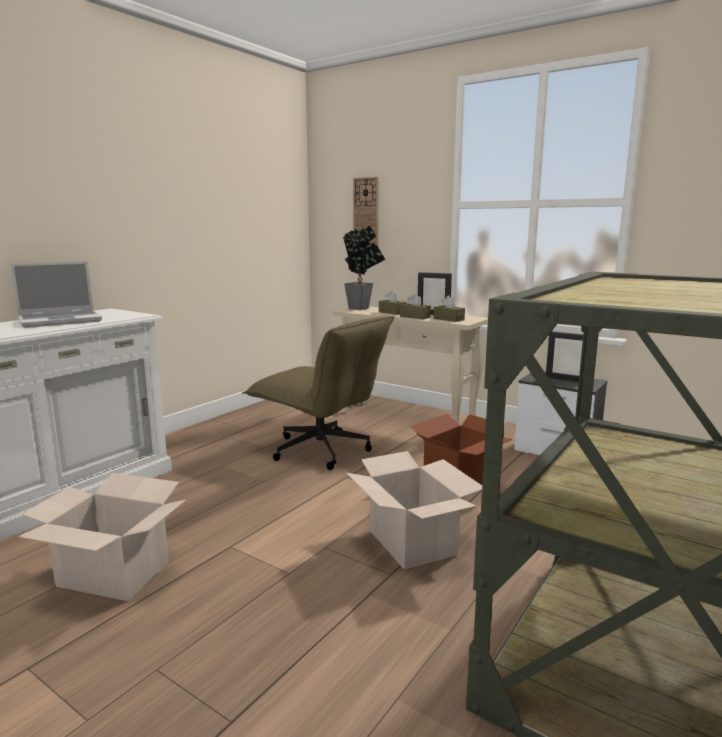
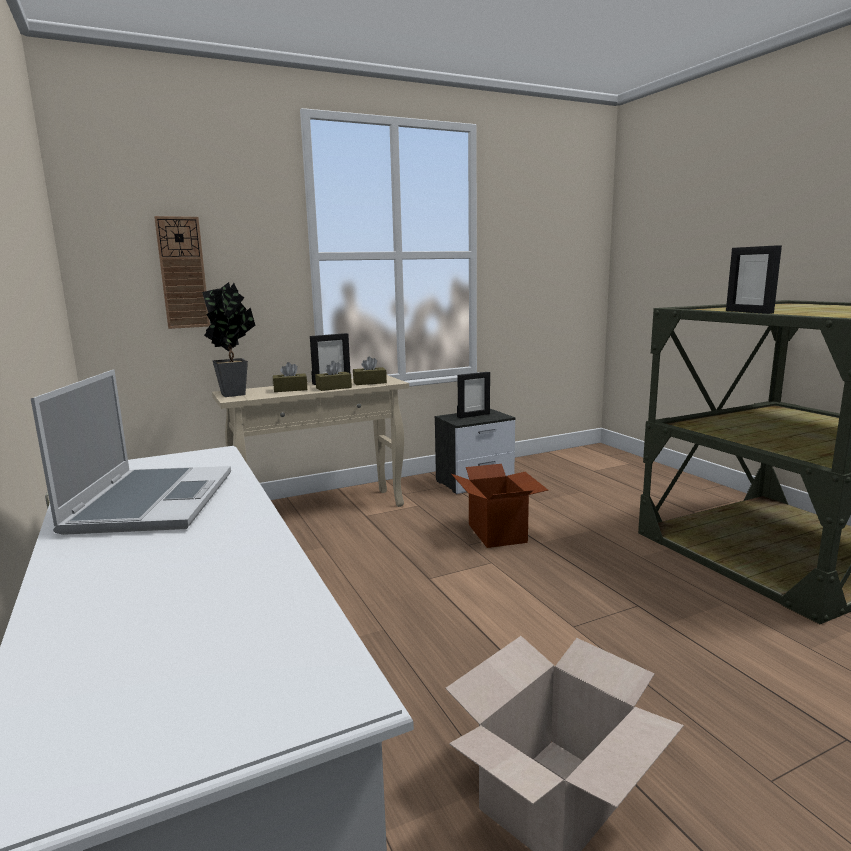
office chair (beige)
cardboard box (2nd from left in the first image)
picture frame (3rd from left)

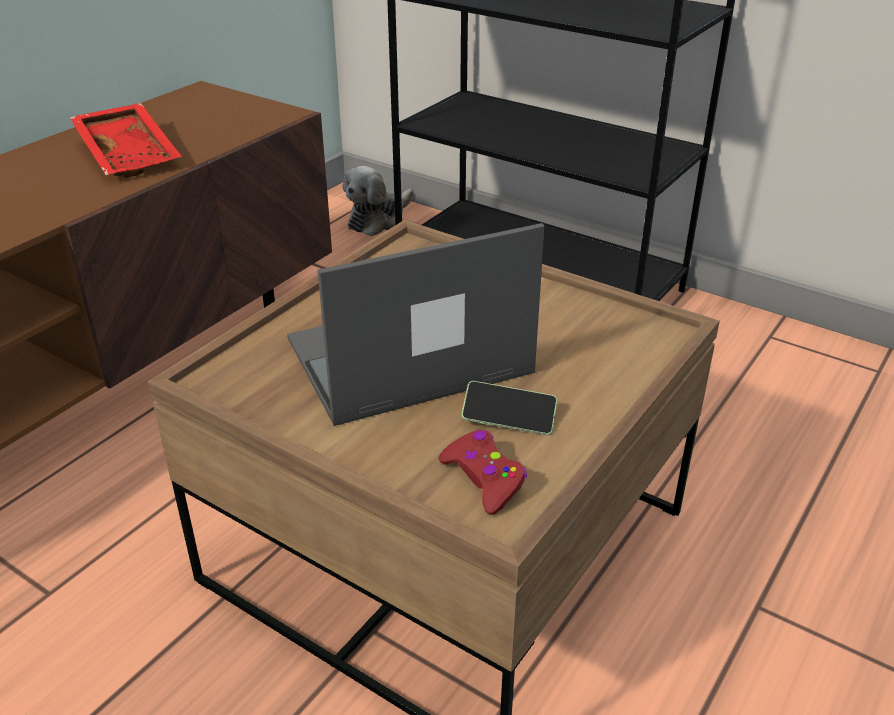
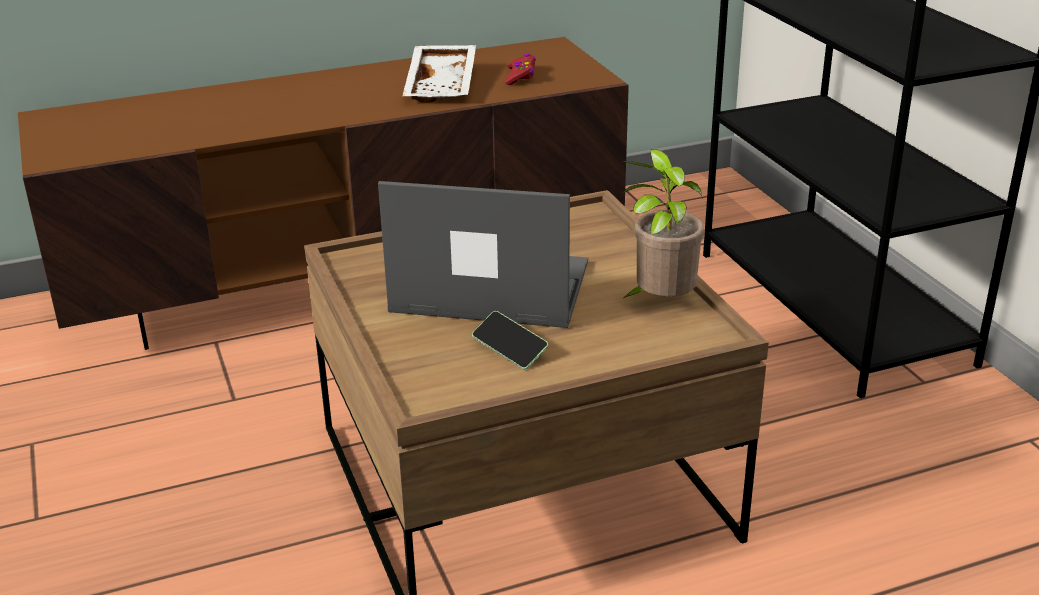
tray (white)
plush toy
game controller (red)
potted plant

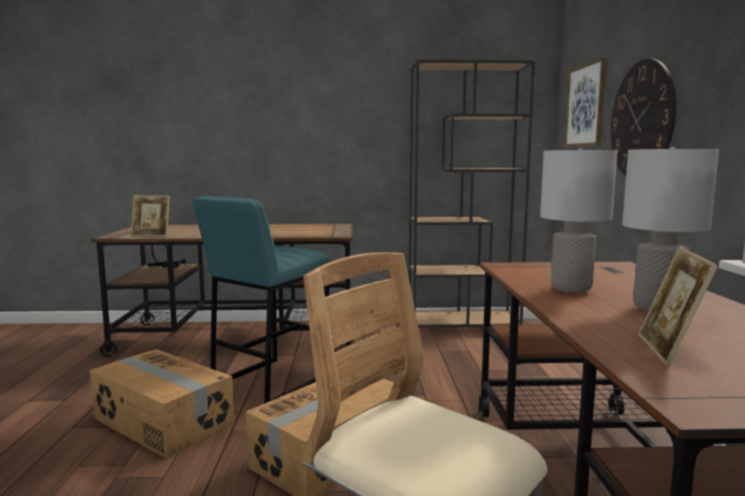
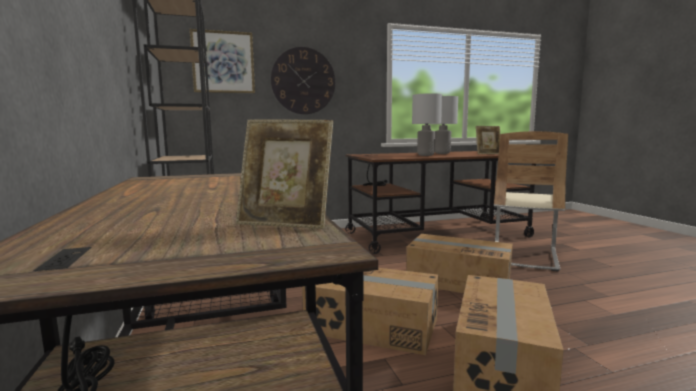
picture frame (1st from left)
cardboard box (1st from left)

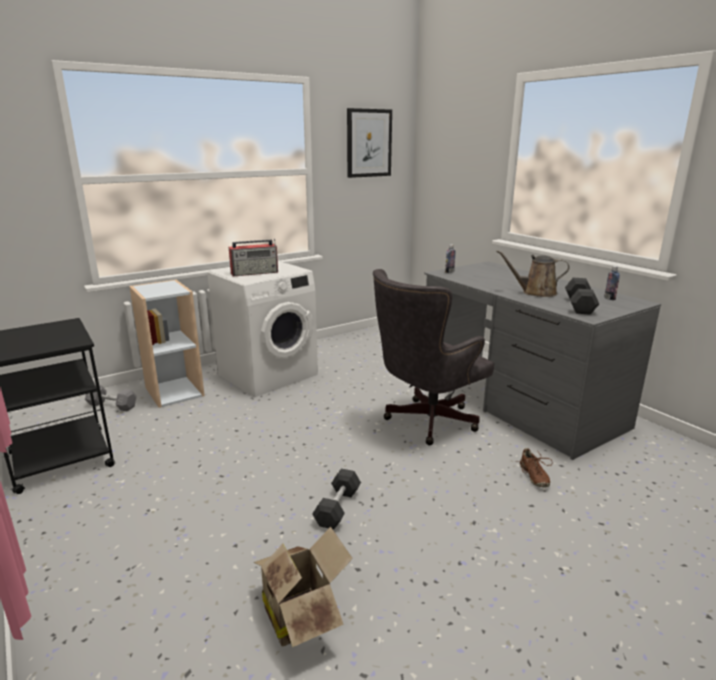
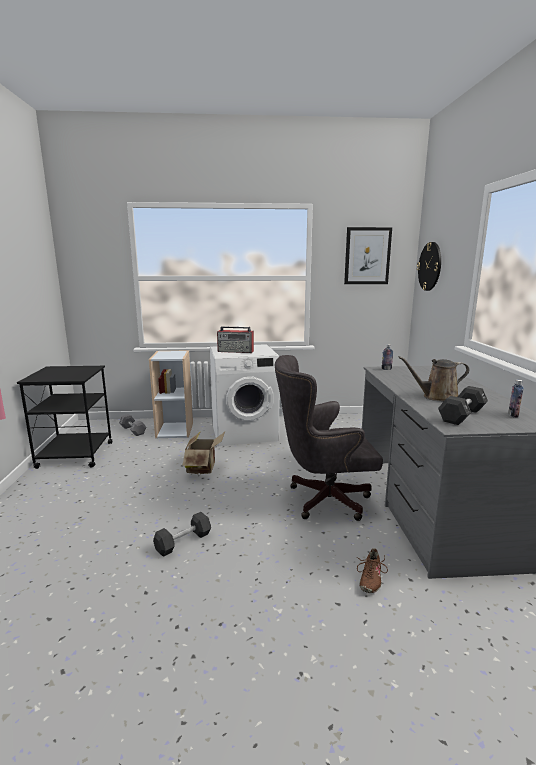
cardboard box
watering can (brown)
wall clock

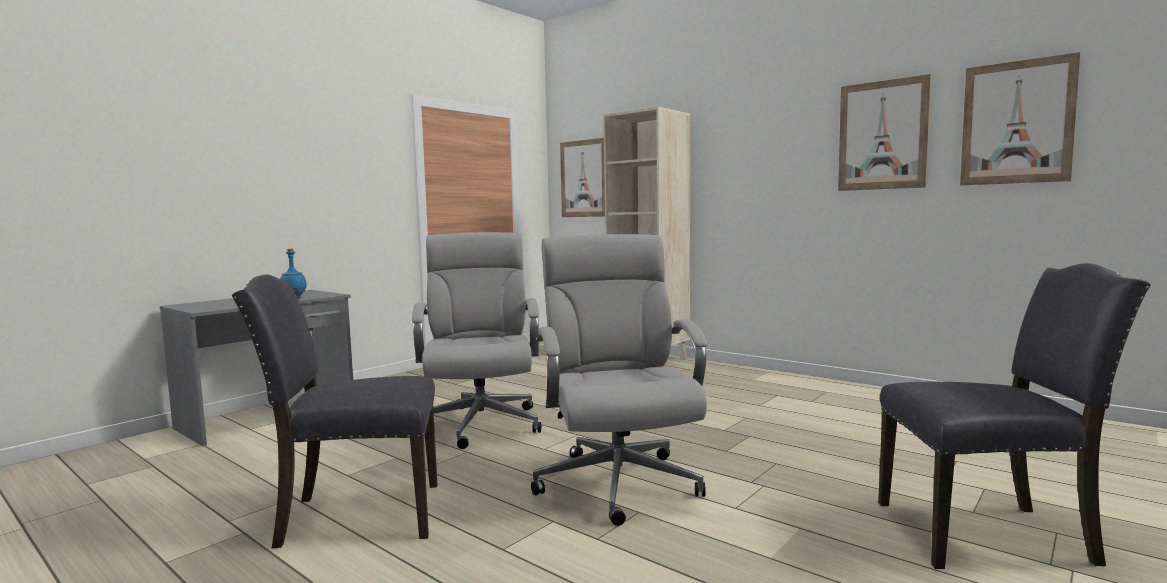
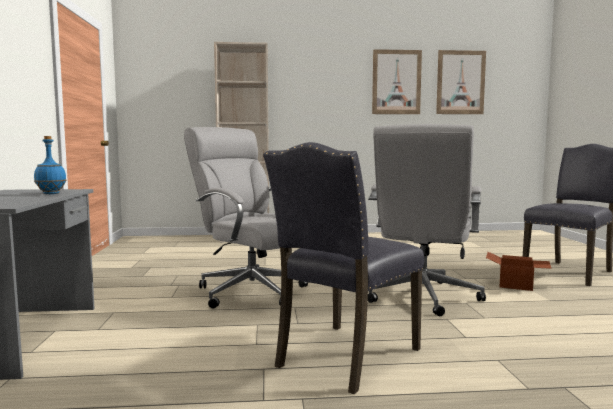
office chair (grey) (2nd from left)
picture (1st from left in the first image)
cardboard box

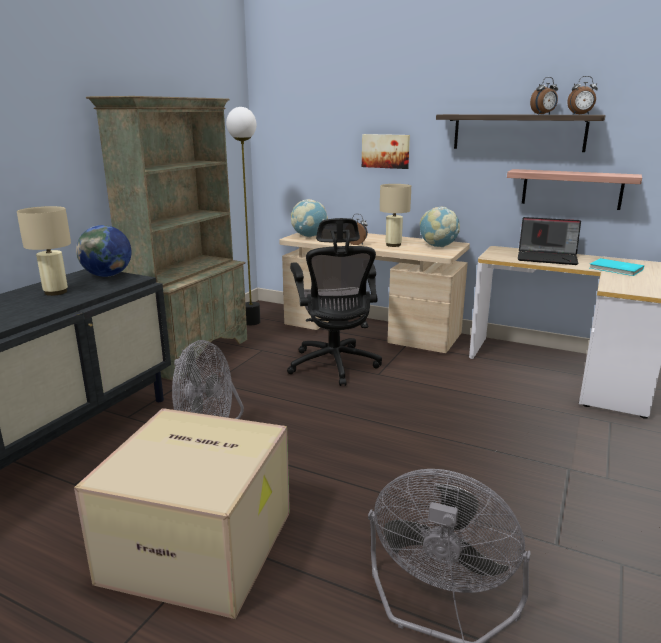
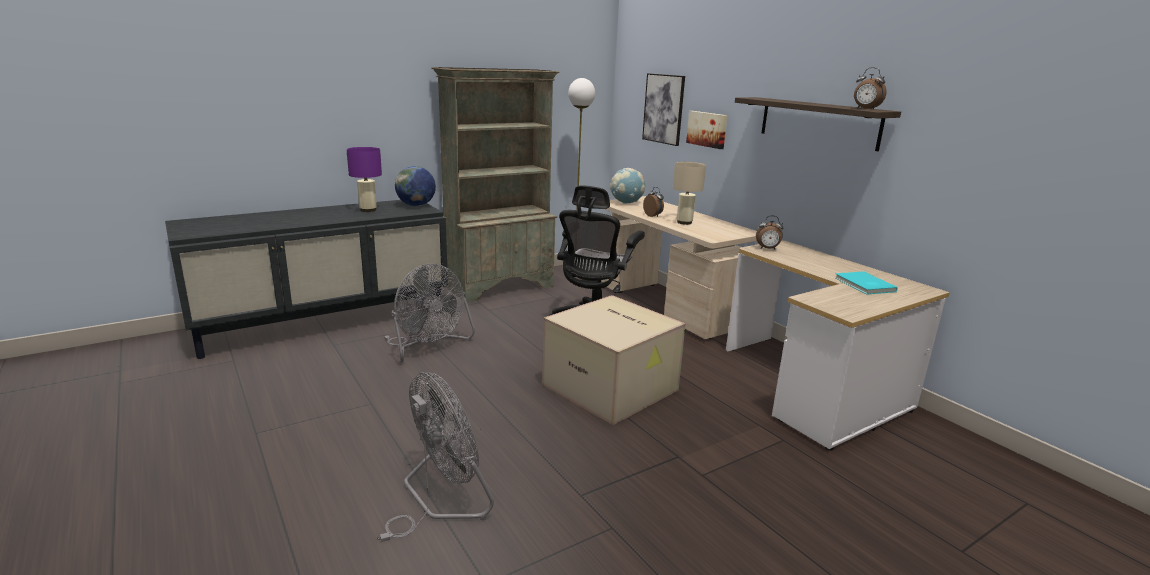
table lamp (purple)
cardboard box
globe (3rd from left in the first image)
shelf (2nd from left in the first image)
laptop
alarm clock (2nd from left)
picture (1st from left)

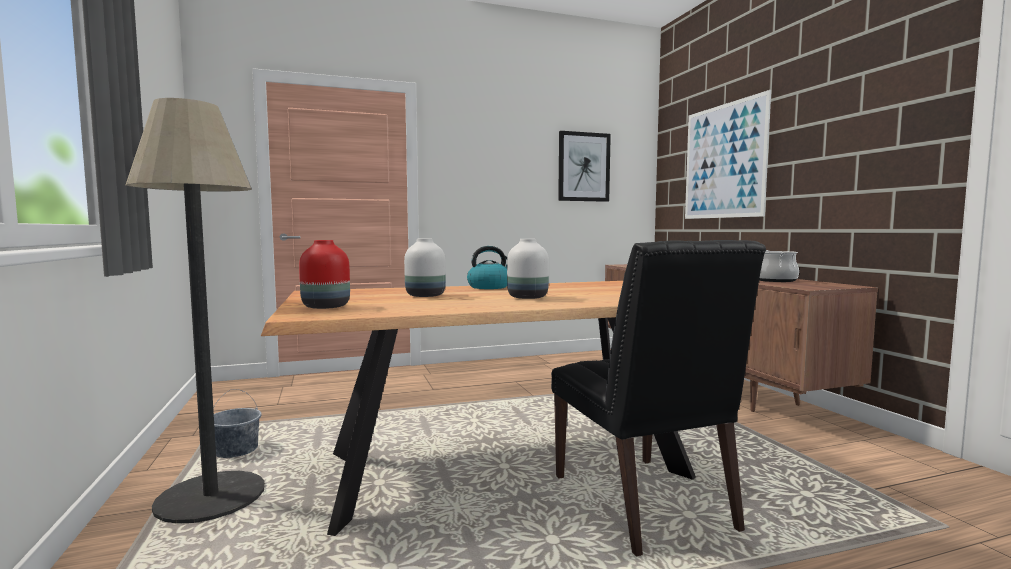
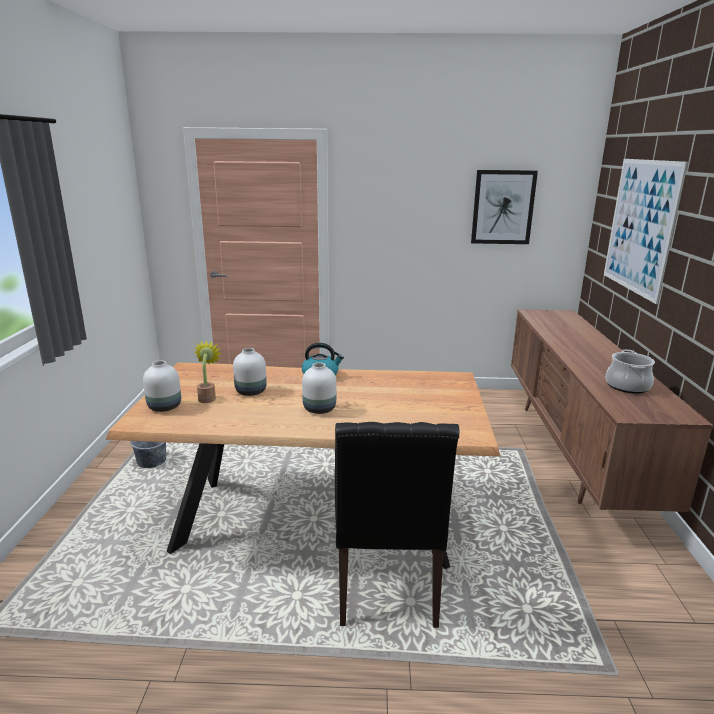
floor lamp
vase (white) (1st from left)
potted plant

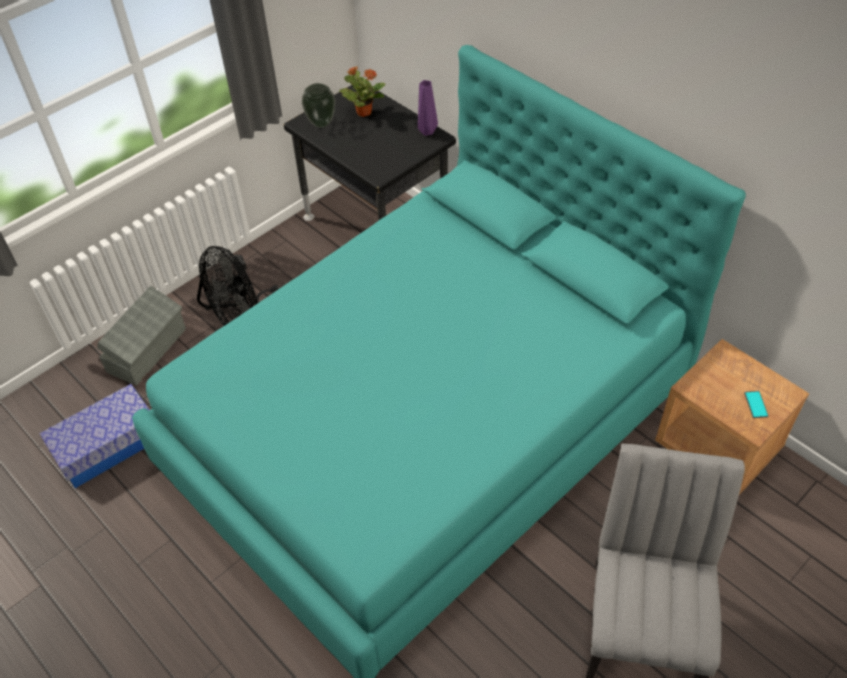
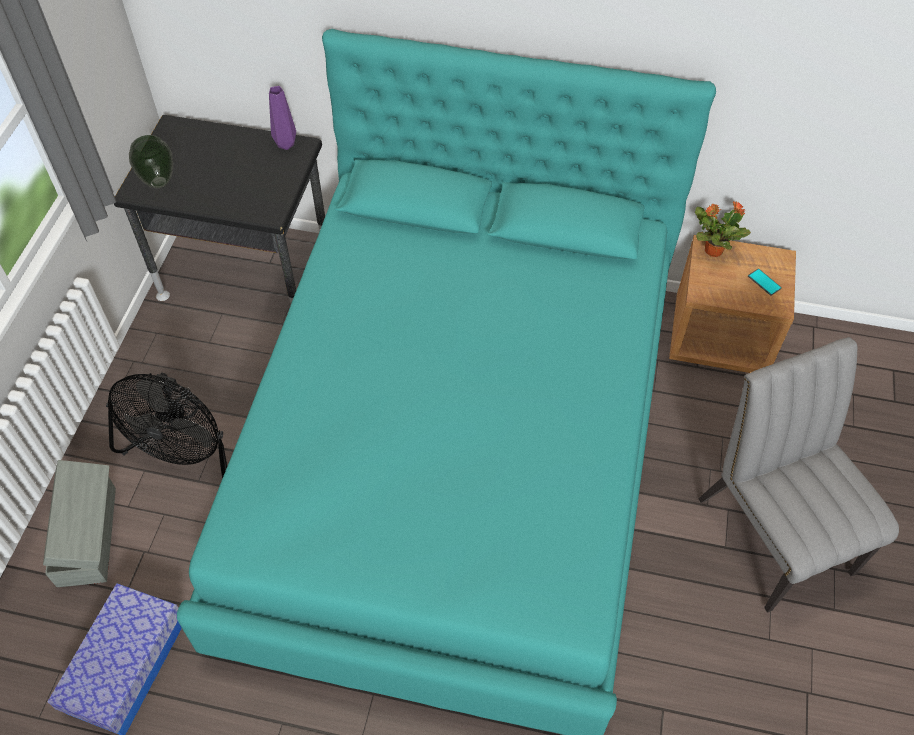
potted plant

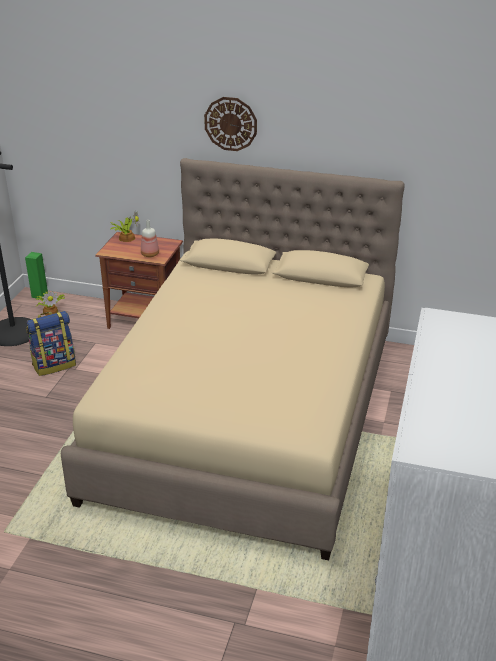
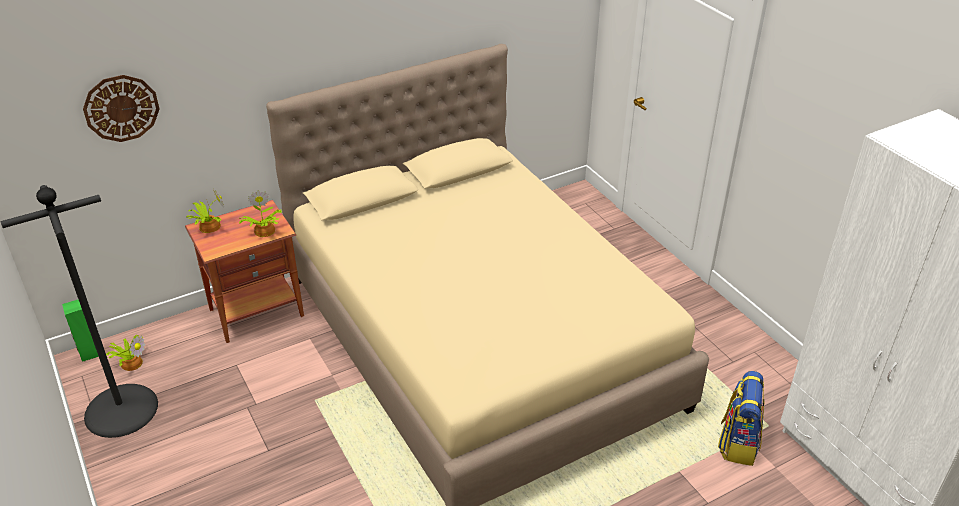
backpack
potted plant (3rd from left)
wall clock

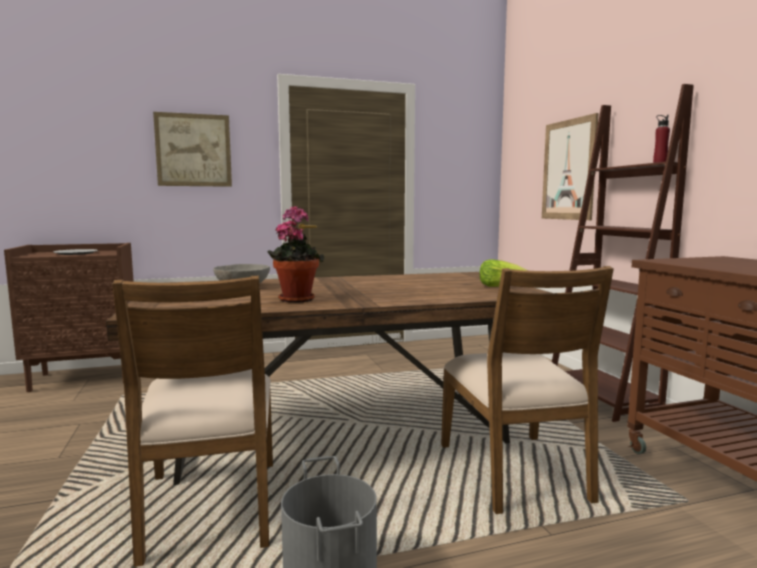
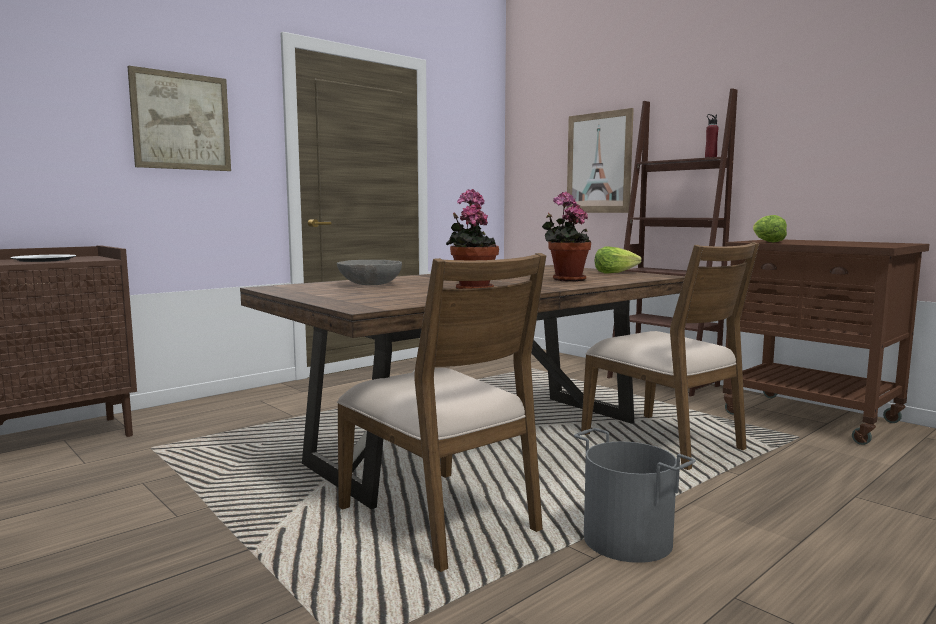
potted plant (2nd from left)
lettuce (2nd from left)

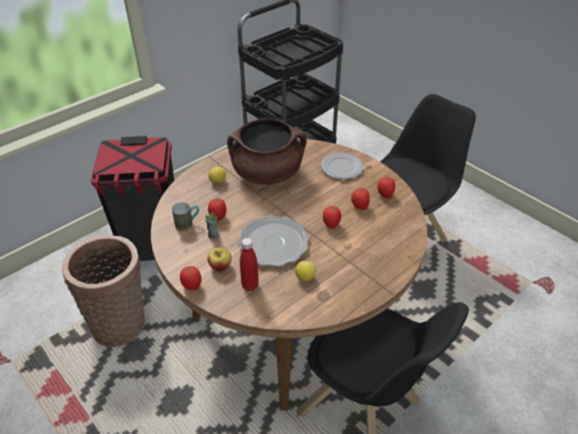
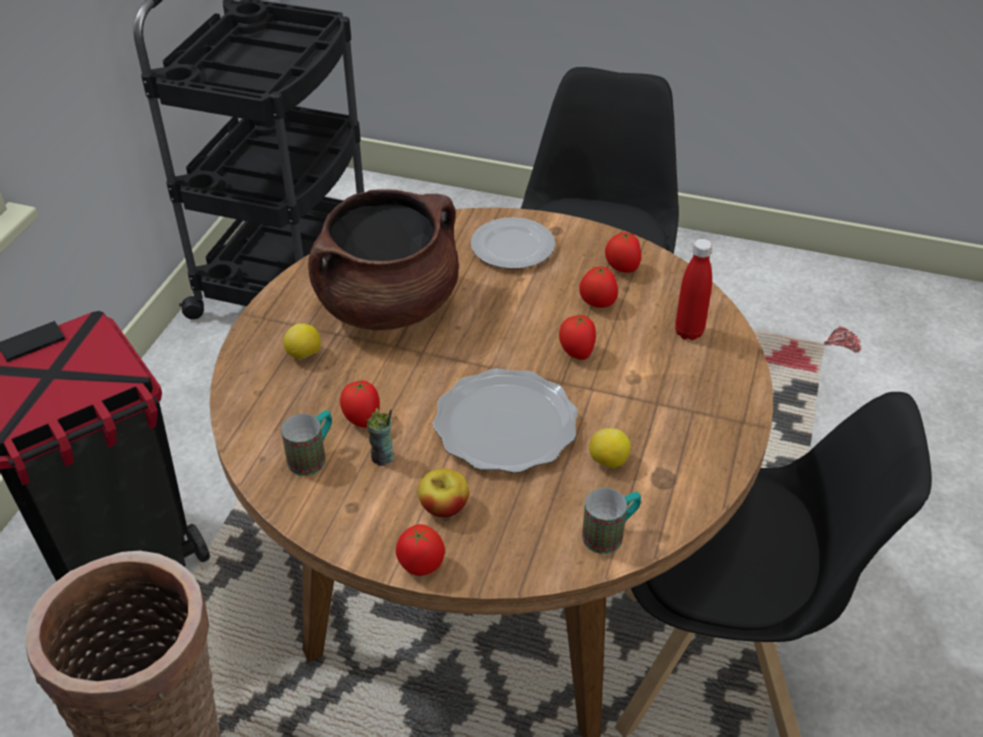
bottle (red)
mug (2nd from left)

